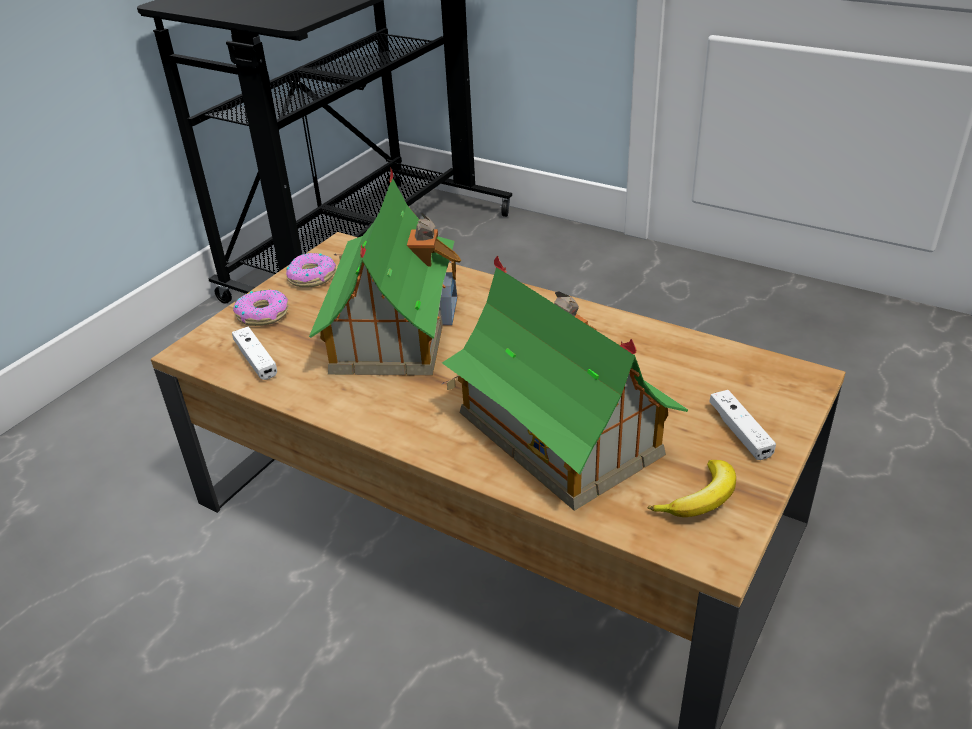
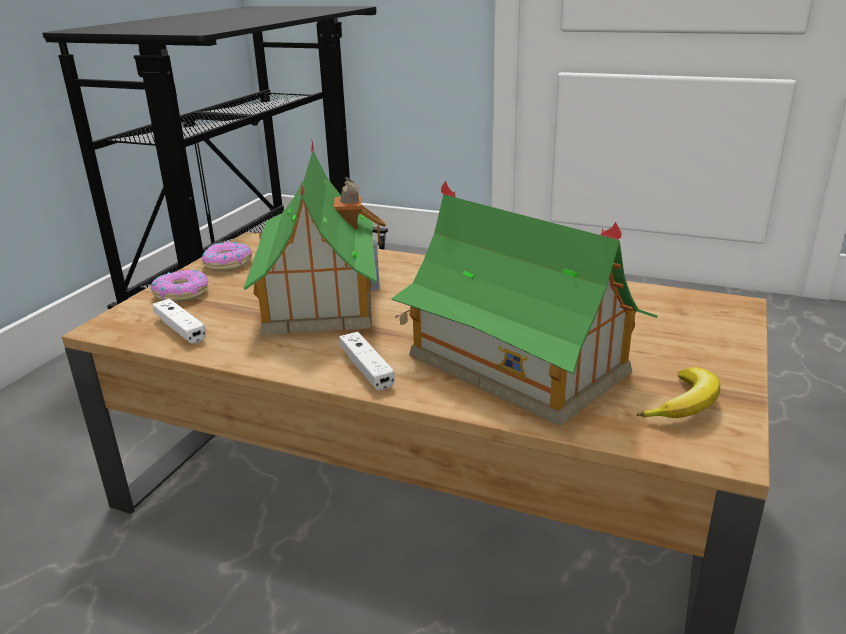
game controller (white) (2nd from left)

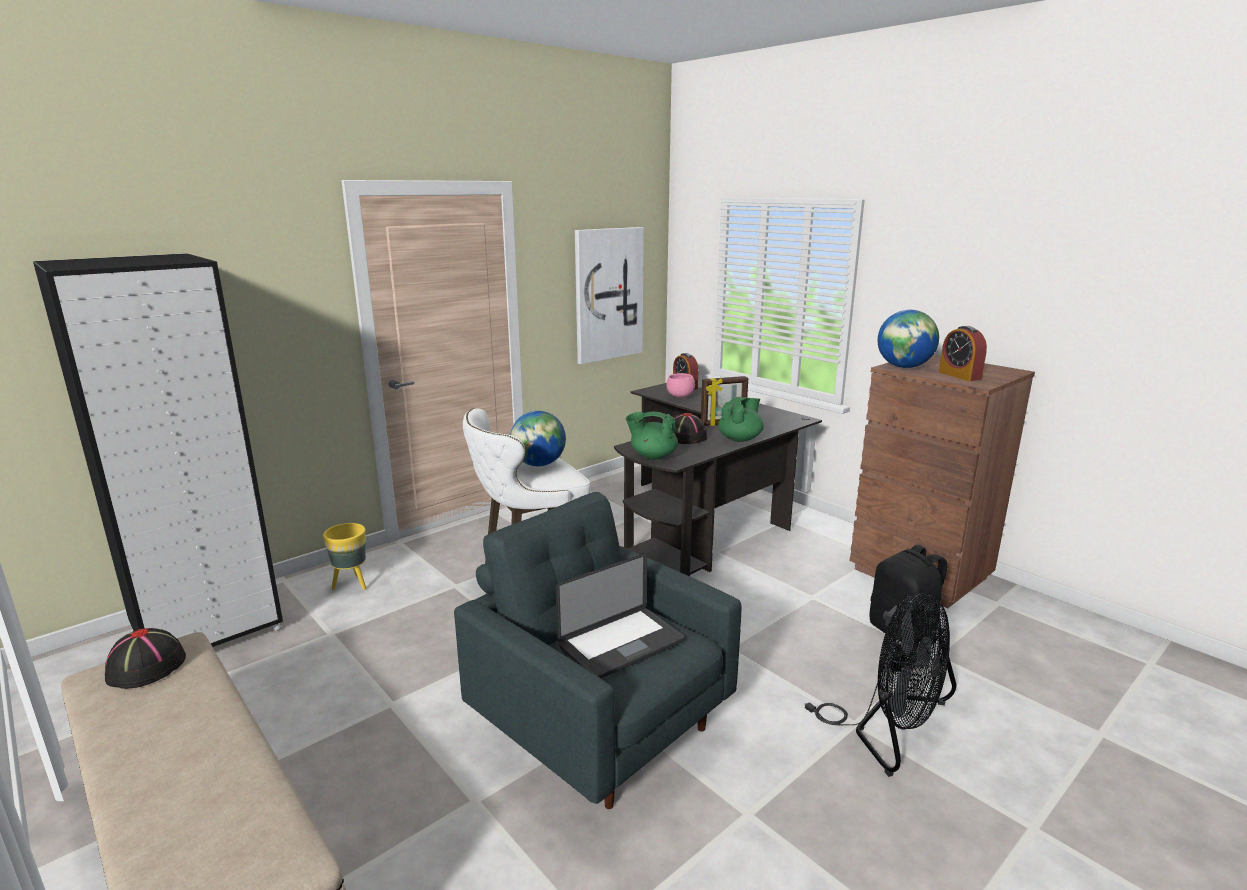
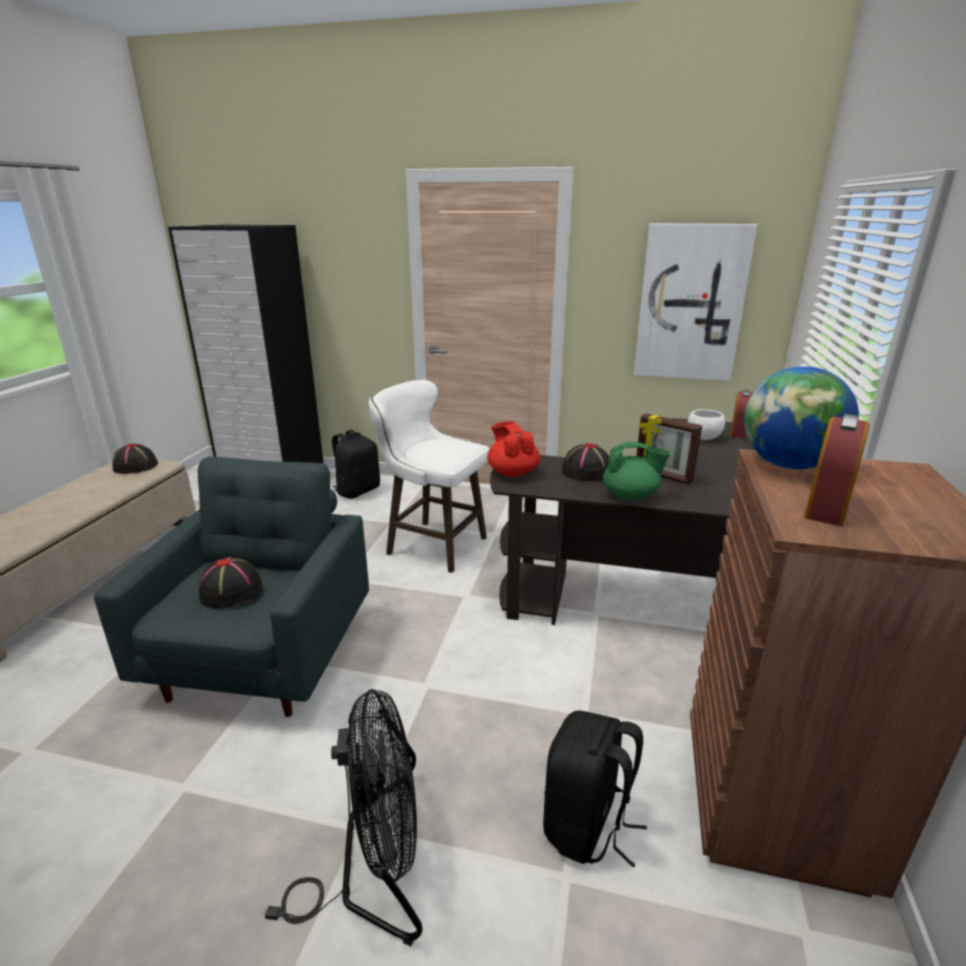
backpack (black) (1st from left)
globe (1st from left in the first image)
hat (black) (2nd from left)
teapot (red)
bowl (white)
fan (black)

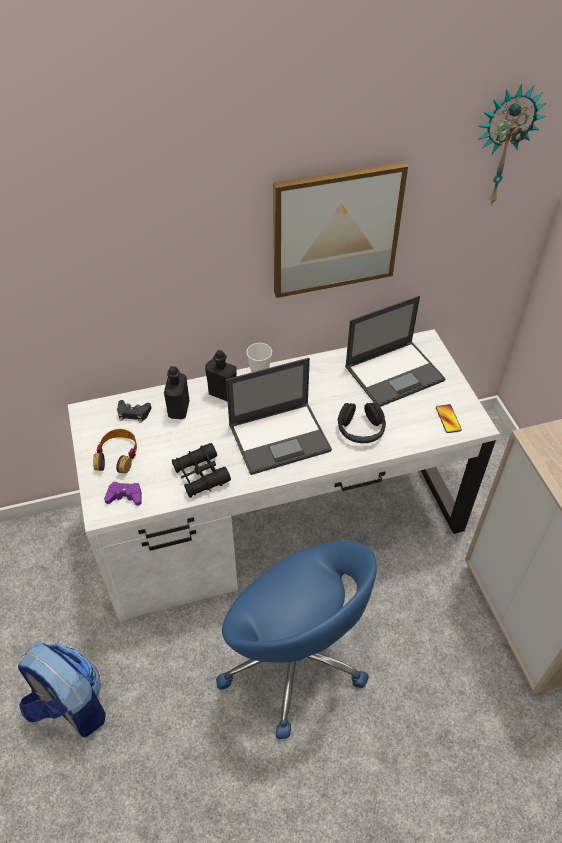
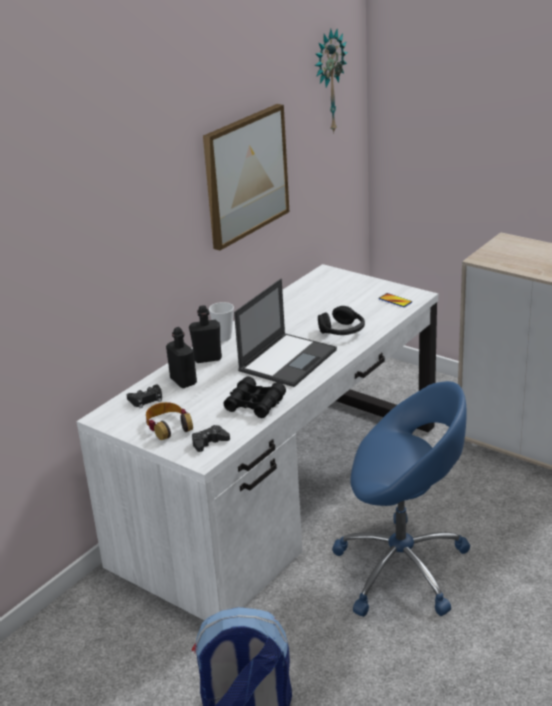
game controller (black) (2nd from left)
laptop (2nd from left in the first image)

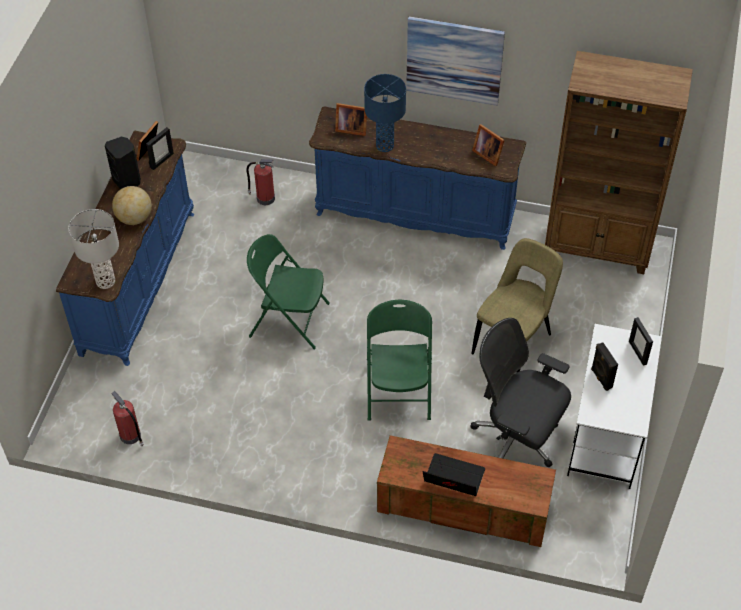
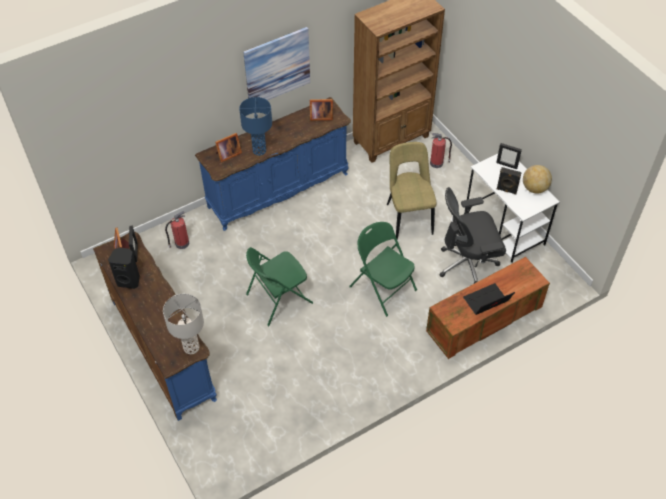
fire extinguisher (2nd from left)
globe

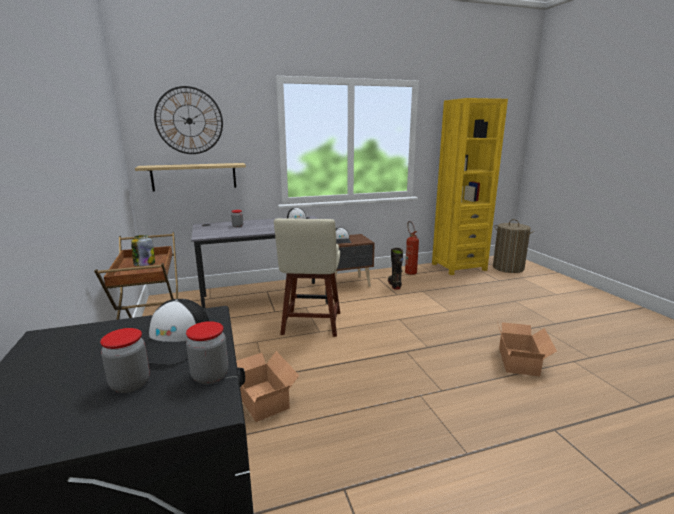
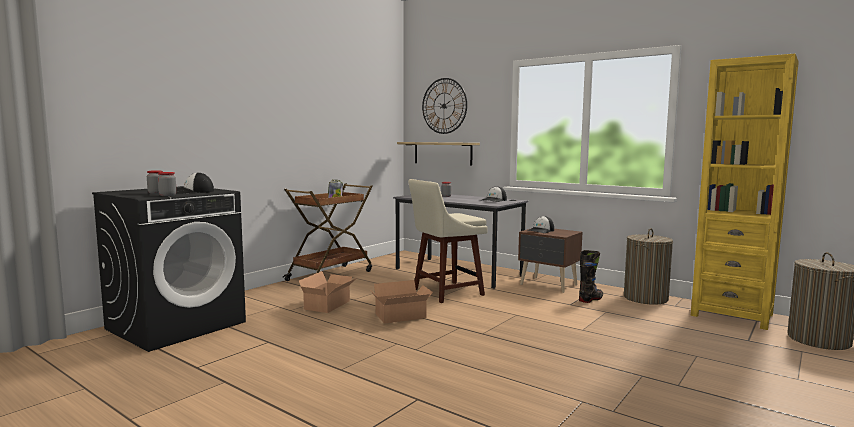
laundry basket (1st from left)
cardboard box (2nd from left)

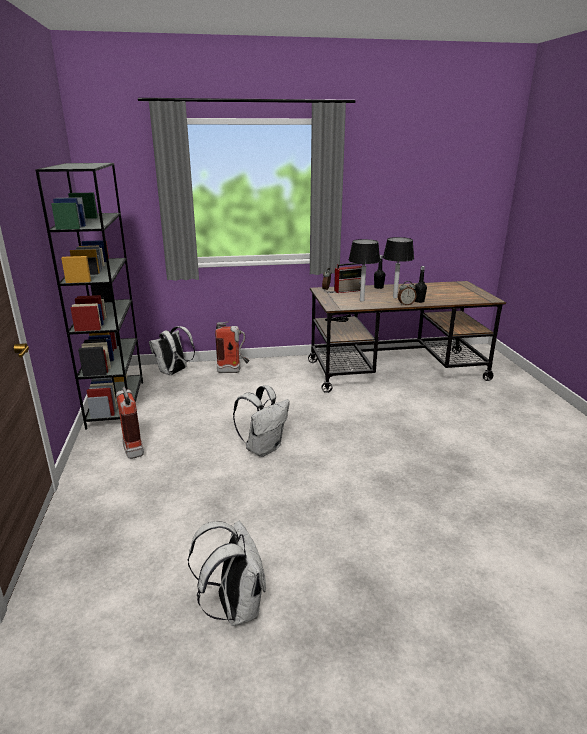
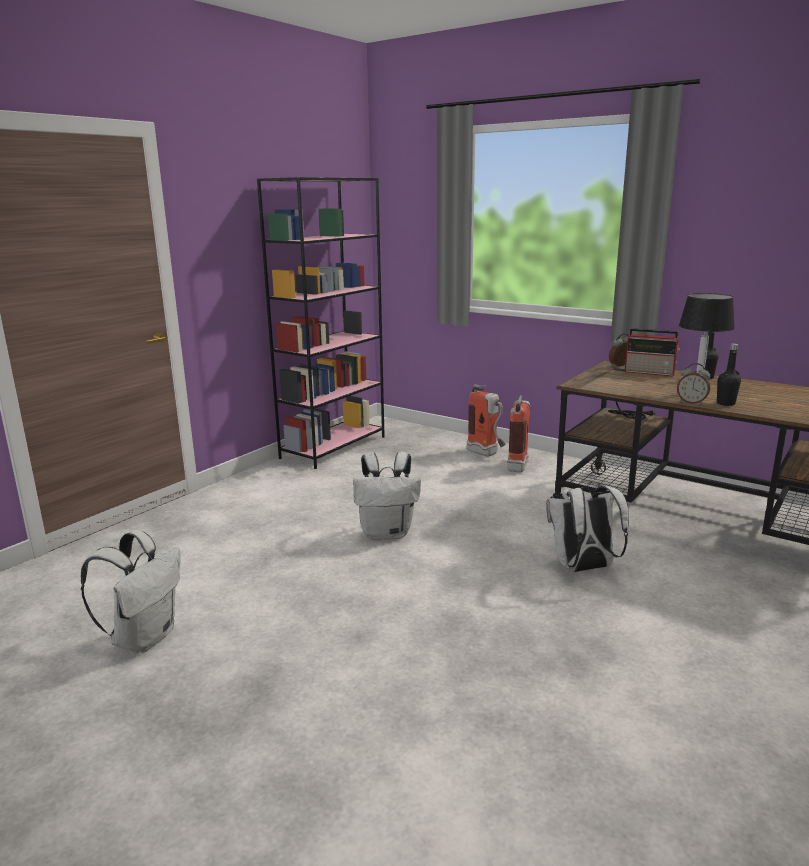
bookcase (pink)
fire extinguisher (2nd from left)
backpack (white) (3rd from left)
table lamp (1st from left in the first image)

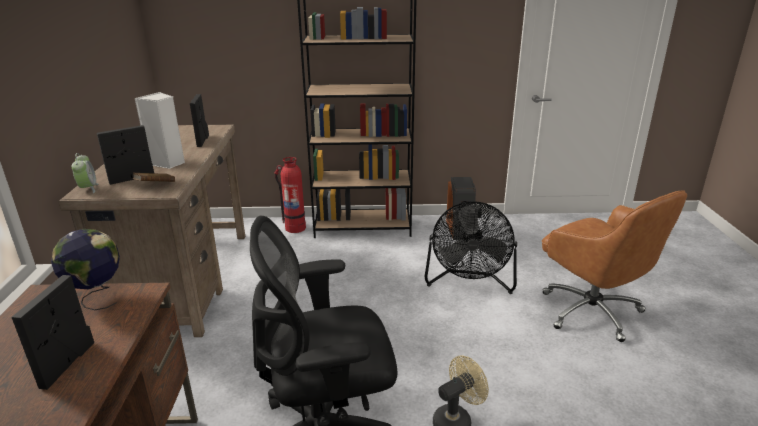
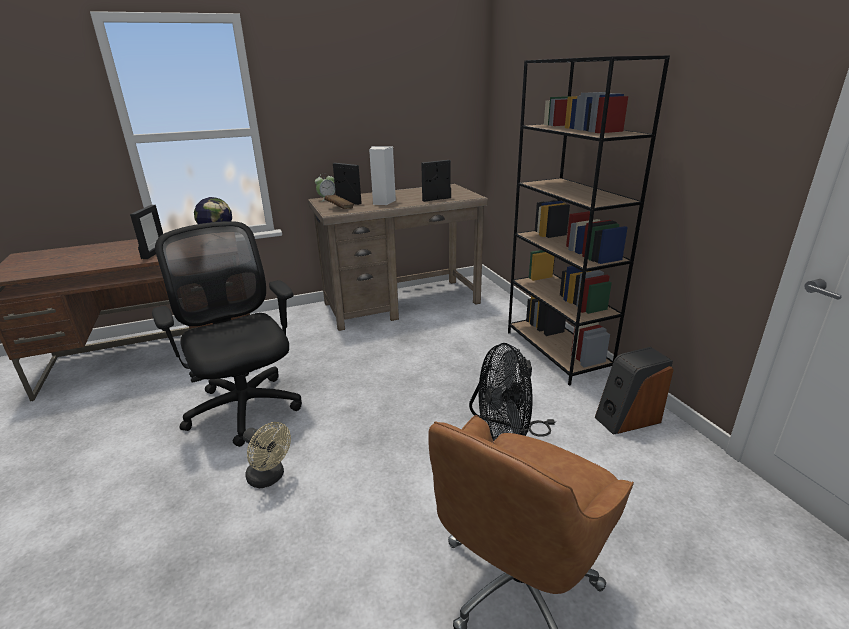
picture frame (1st from left)
fire extinguisher

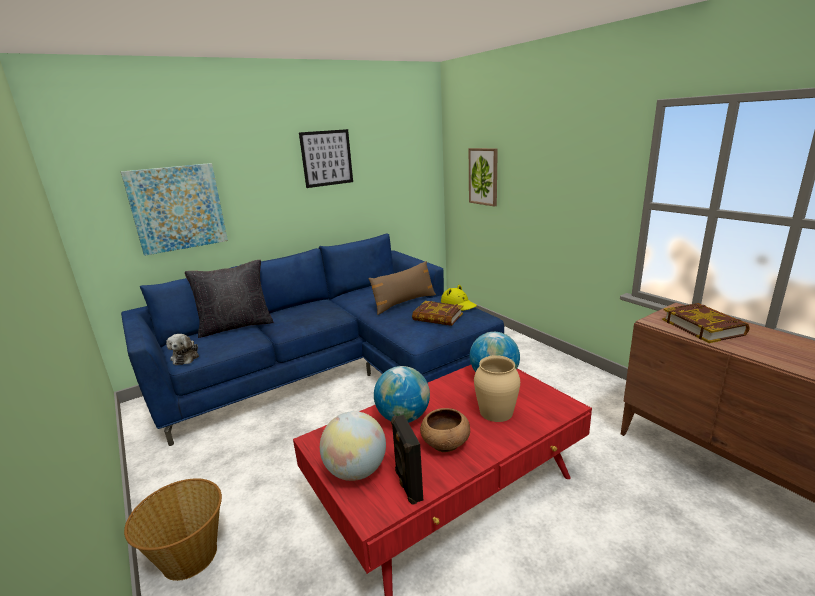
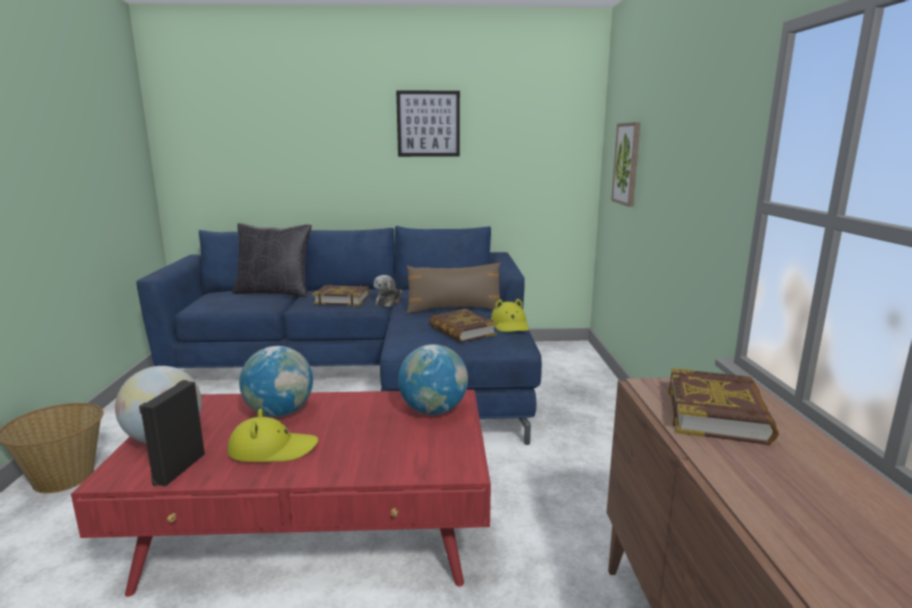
picture (1st from left in the first image)
plush toy
hat (yellow) (1st from left)
vase (beige)
book (1st from left)

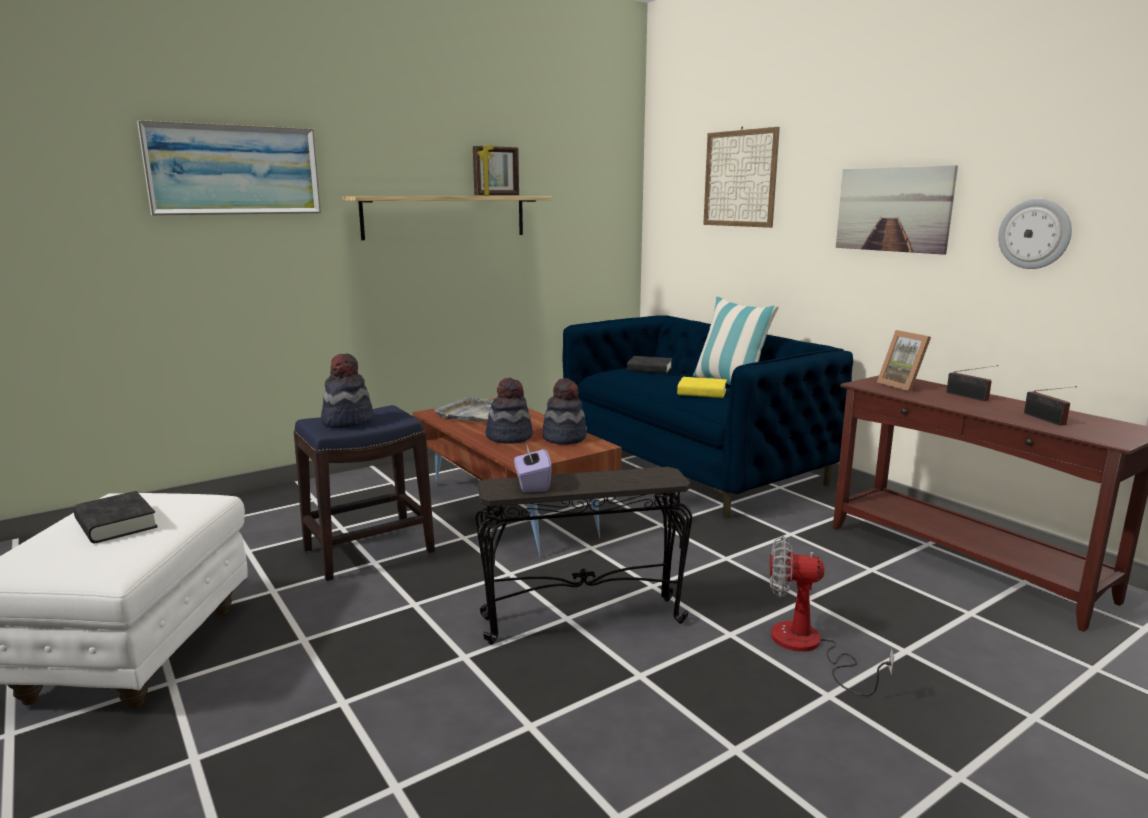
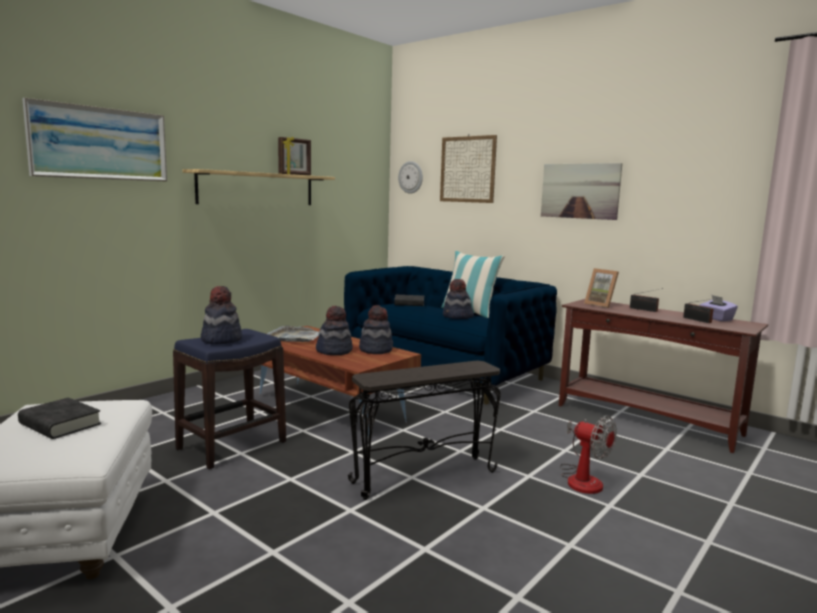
tissue box (purple)
hat (4th from left)
fan
wall clock

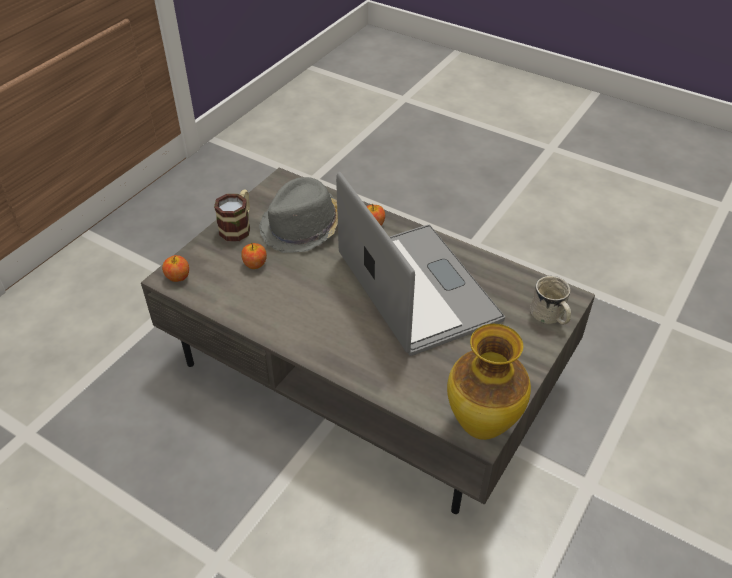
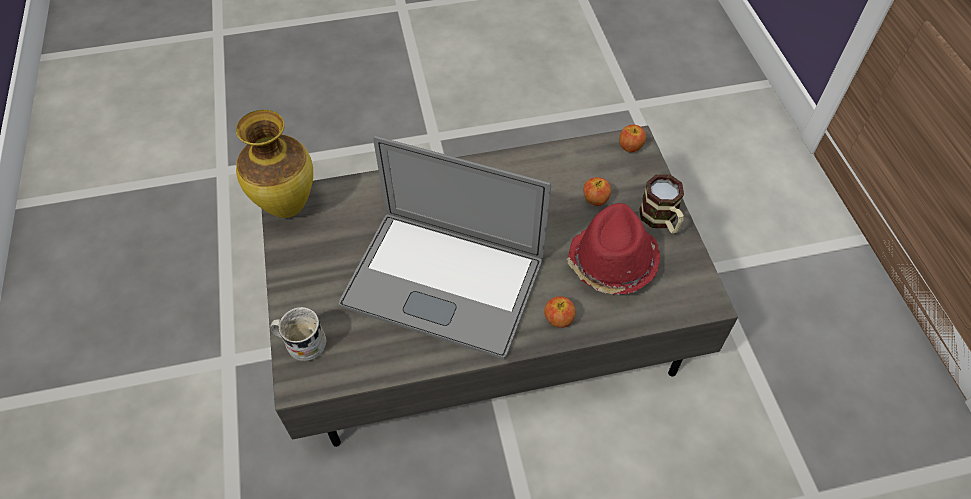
hat (red)

